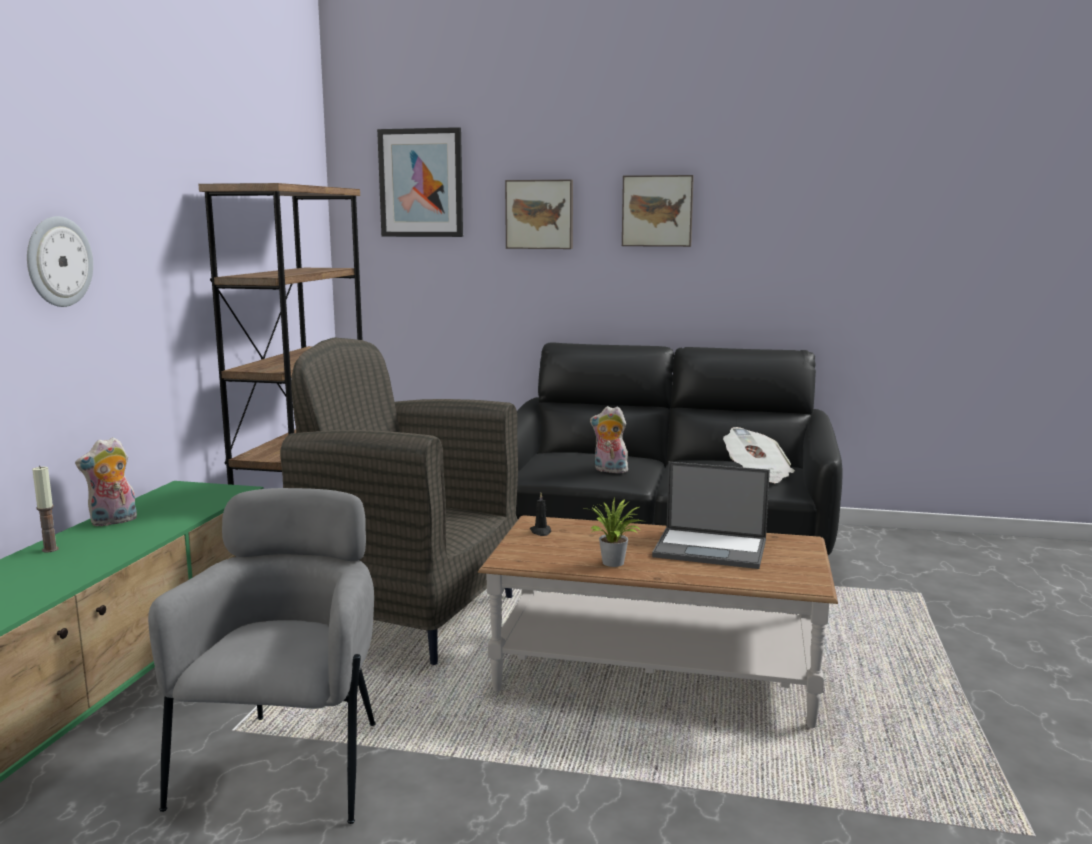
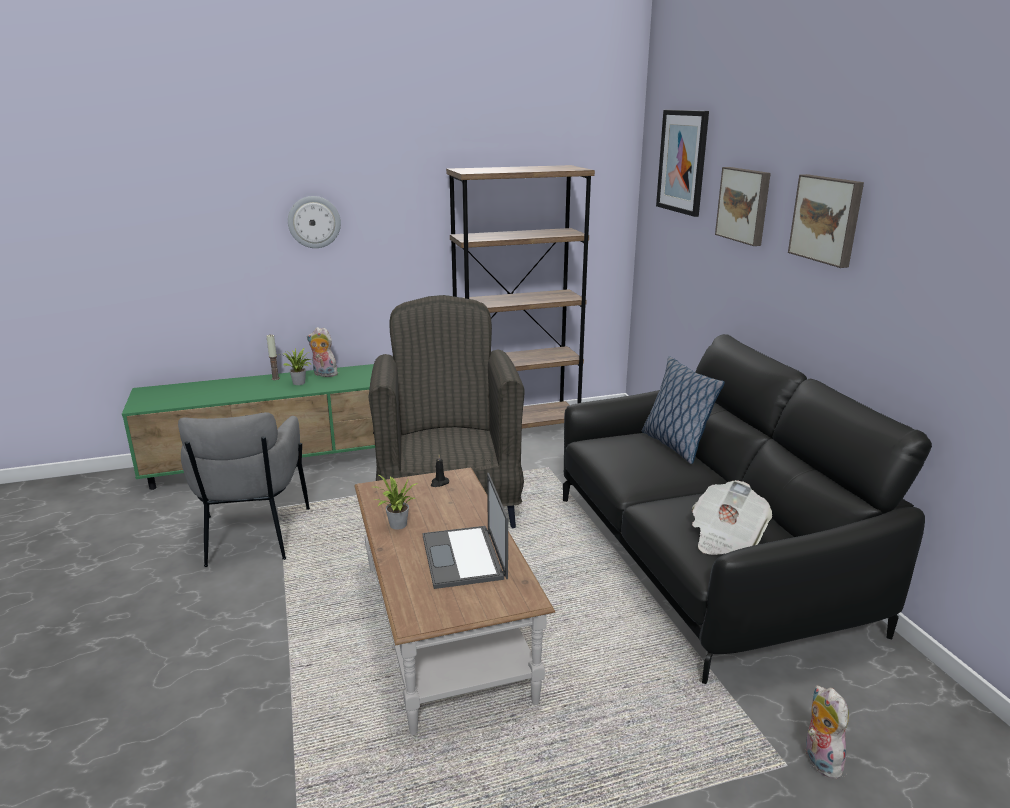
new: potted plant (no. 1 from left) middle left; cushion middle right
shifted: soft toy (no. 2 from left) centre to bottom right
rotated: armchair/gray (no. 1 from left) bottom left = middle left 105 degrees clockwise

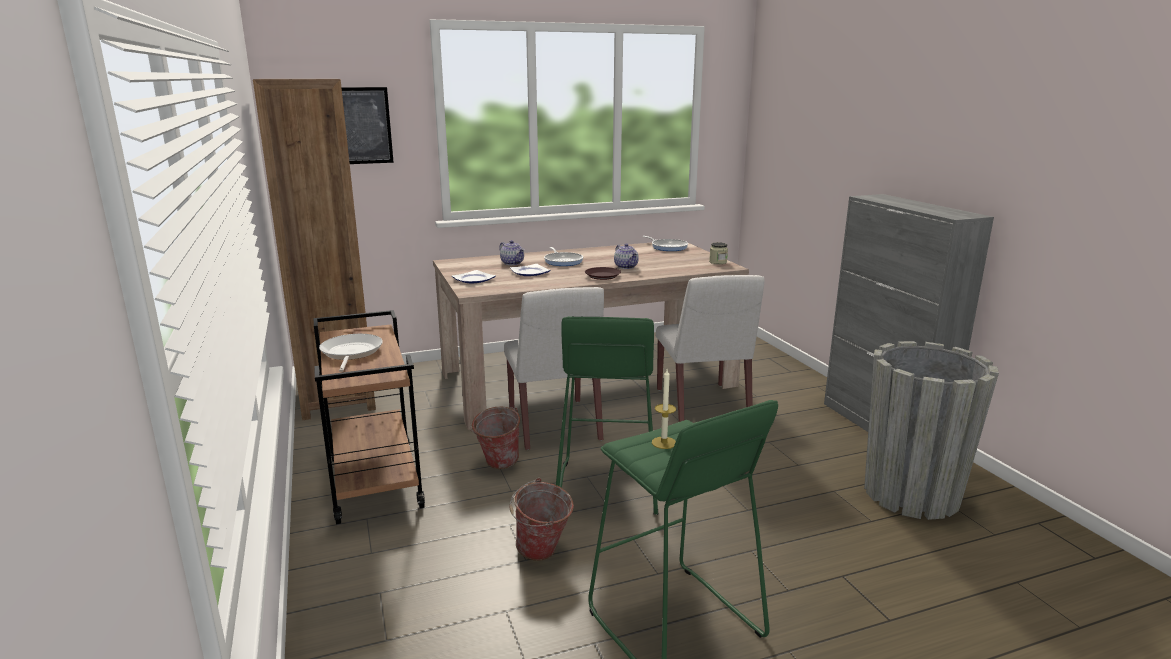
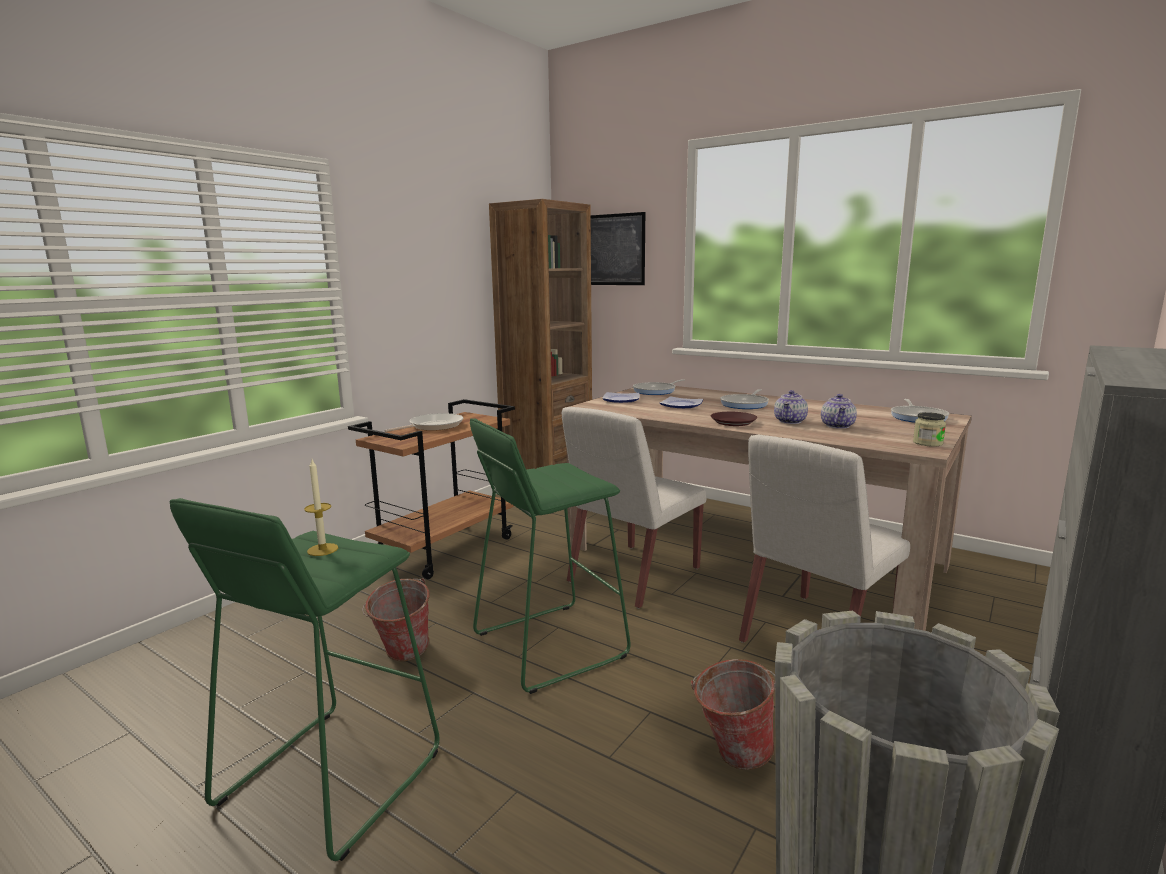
new: frying pan (no. 2 from left) centre
shifted: pot for tea (no. 1 from left in the first image) centre to pot for tea (no. 2 from left) middle right; pail (no. 1 from left in the first image) centre to pail (no. 2 from left) bottom centre

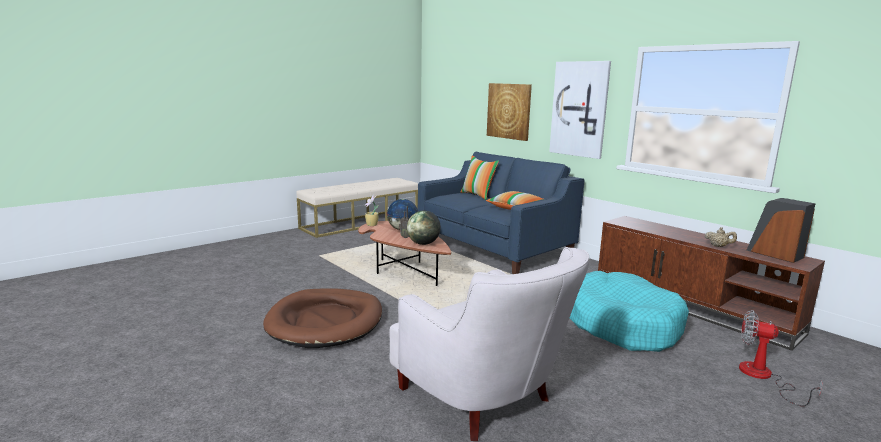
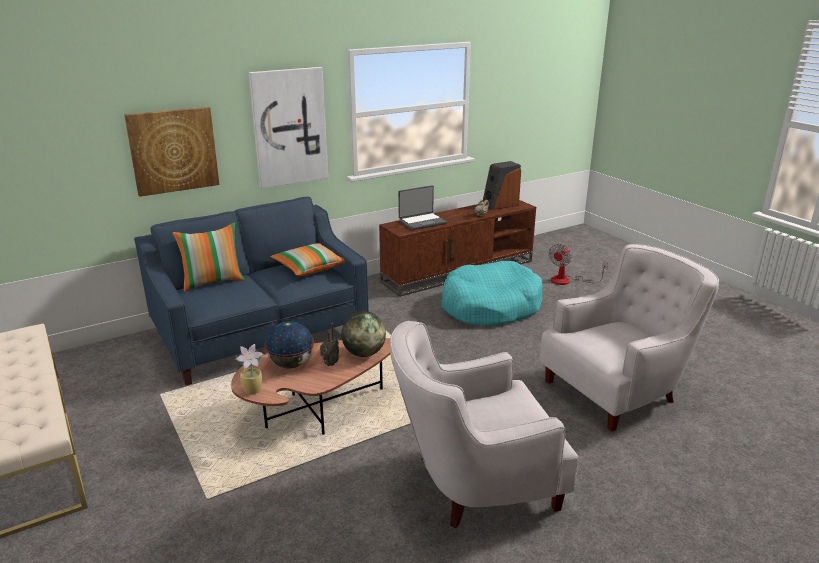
new: portable computer centre
swapped: dog cushion/brown bottom centre to armchair/whitish (no. 1 from left) bottom centre

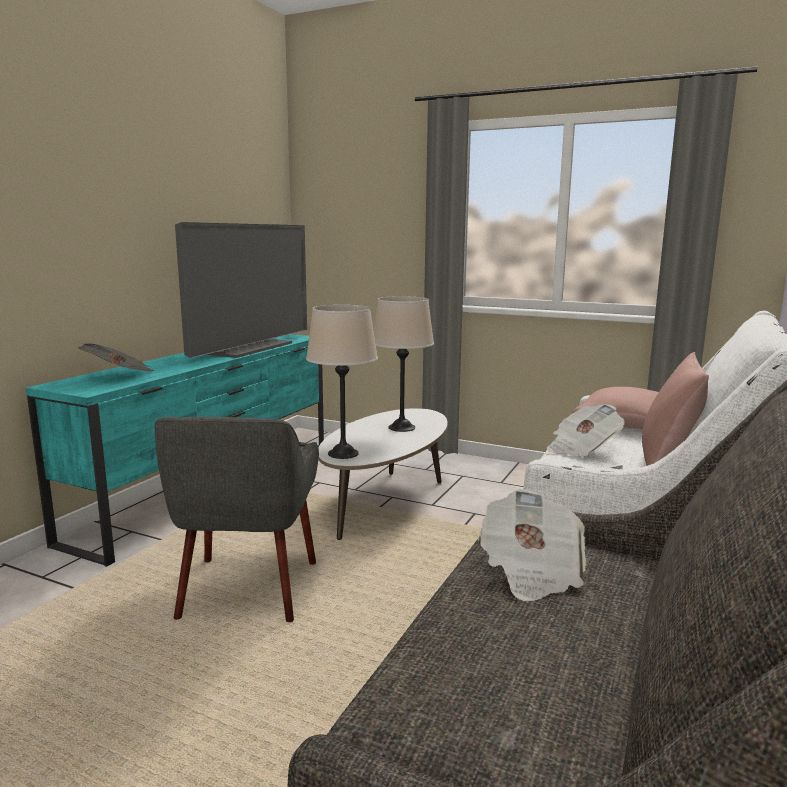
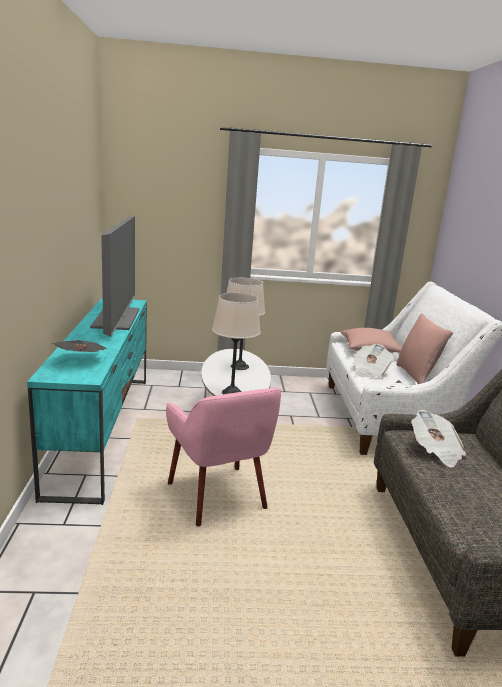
repainted: armchair/gray middle left to armchair/pink centre

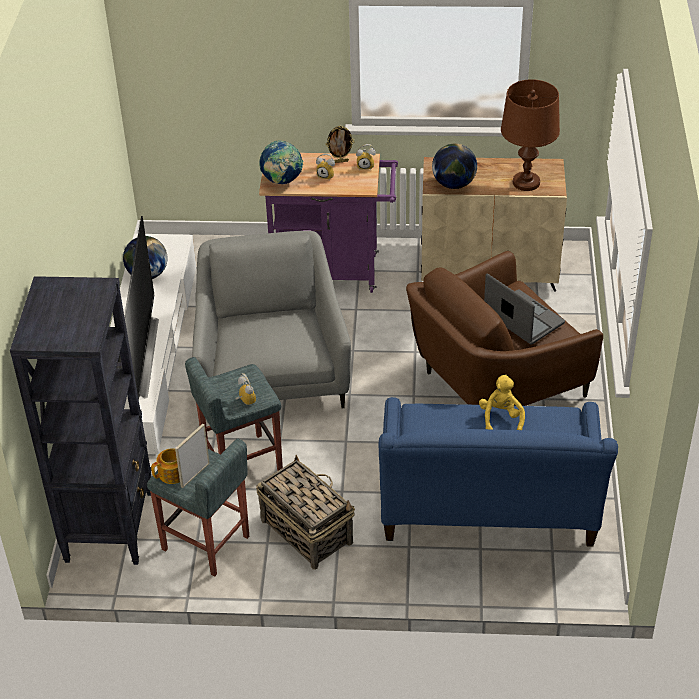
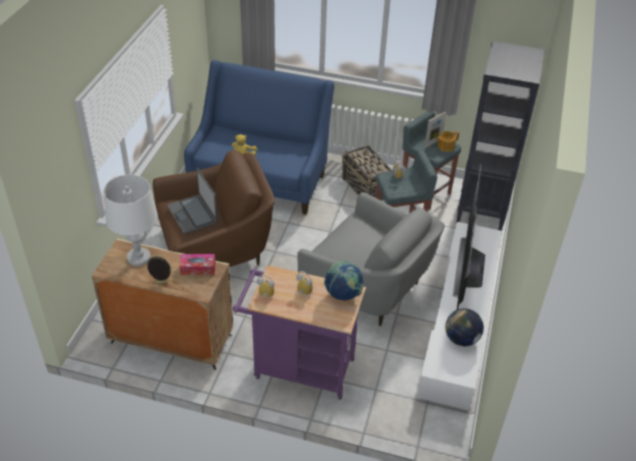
shifted: photo frame (no. 2 from left in the first image) top centre to photo frame (no. 1 from left) middle left
swapped: globe (no. 3 from left) top centre to tissue box middle left
repainted: table lamp/brown top right to table lamp/whitish middle left
rotated: armchair/gray centre = centre 60 degrees counterclockwise

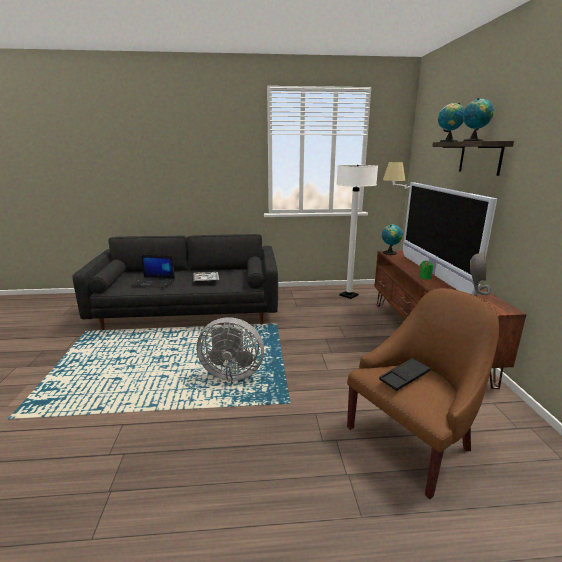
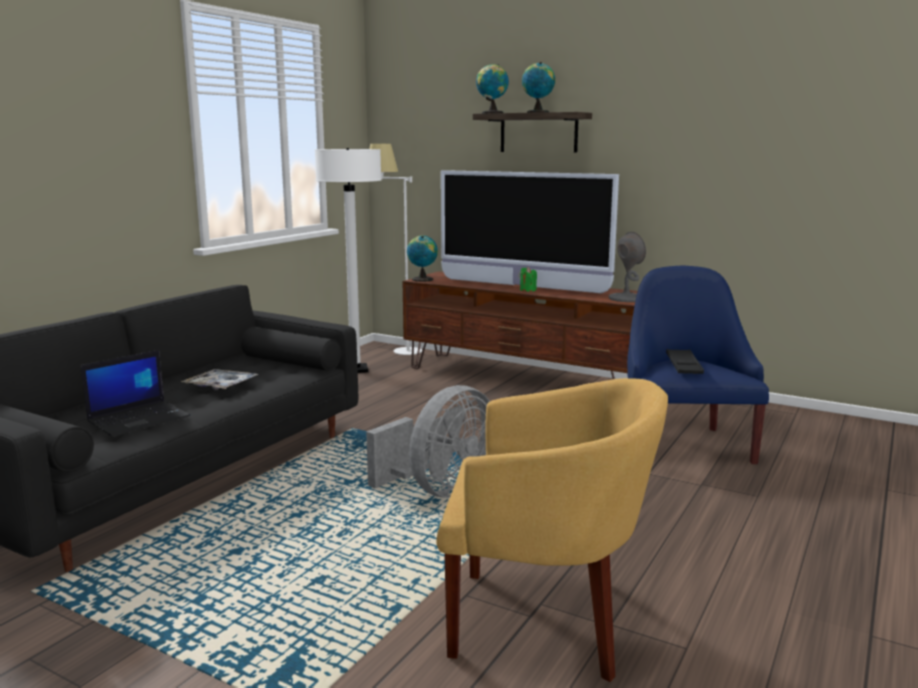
new: armchair/yellow bottom centre
repainted: armchair/brown bottom right to armchair/blue middle right

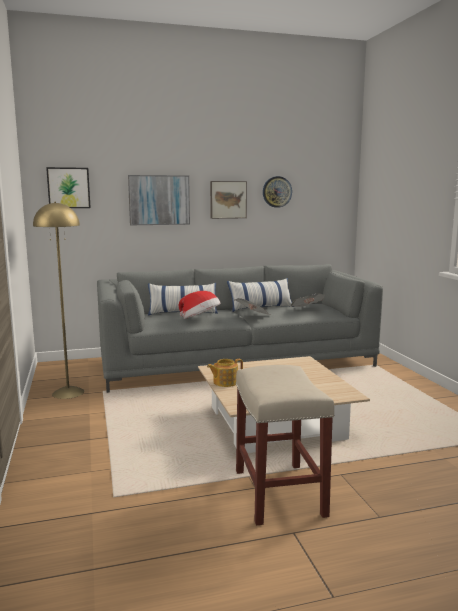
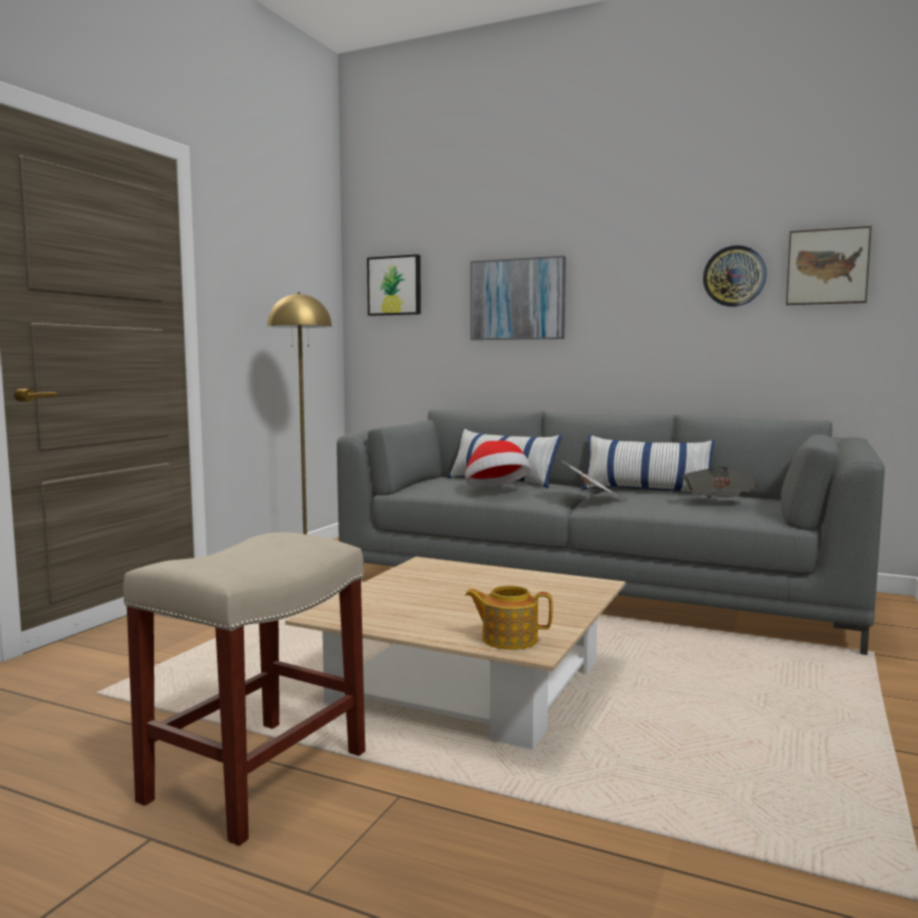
shifted: picture (no. 3 from left) top centre to top right; pot for tea centre to bottom centre

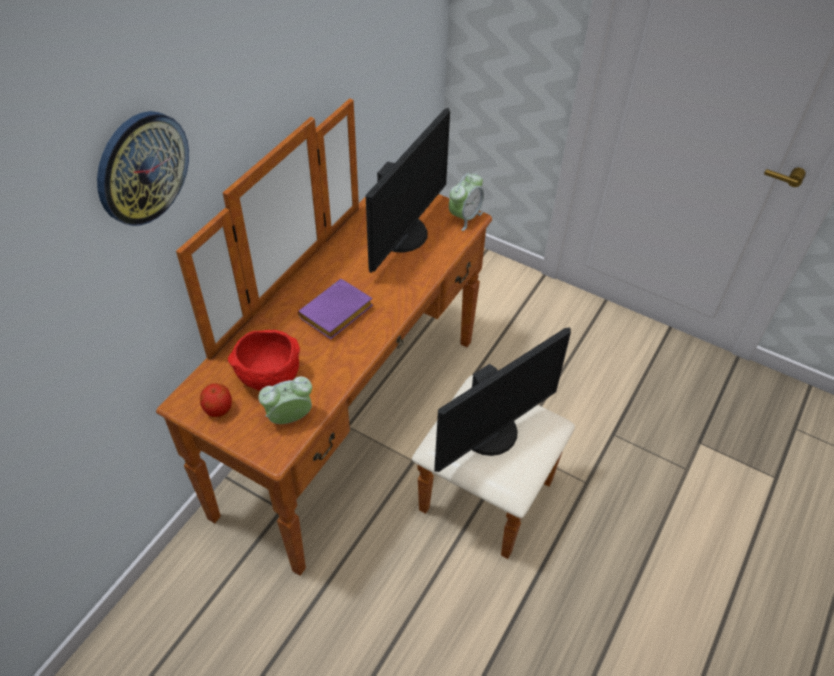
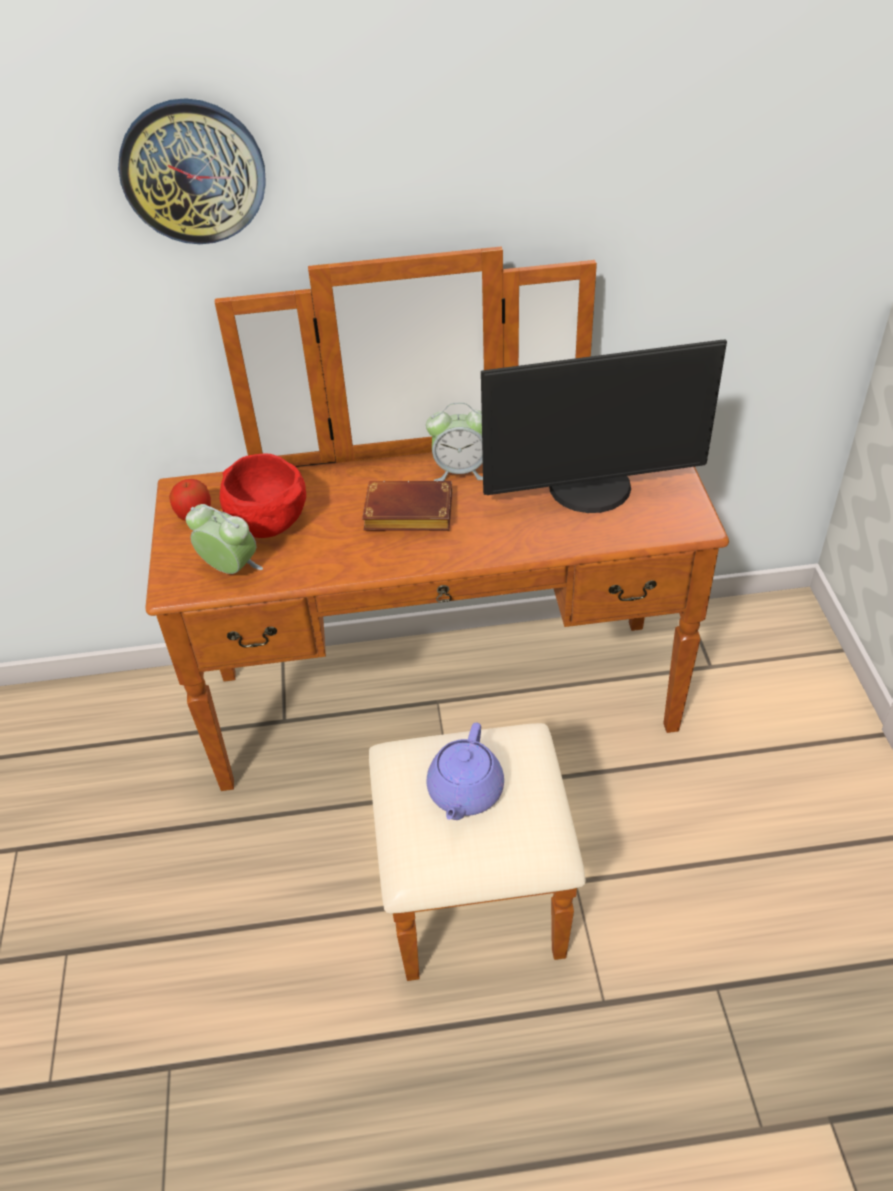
shifted: bedside clock (no. 2 from left) top centre to centre
swapped: monitor (no. 2 from left) centre to pot for tea/purple-coloured centre
repainted: bound book/purple-coloured centre to bound book/brown centre

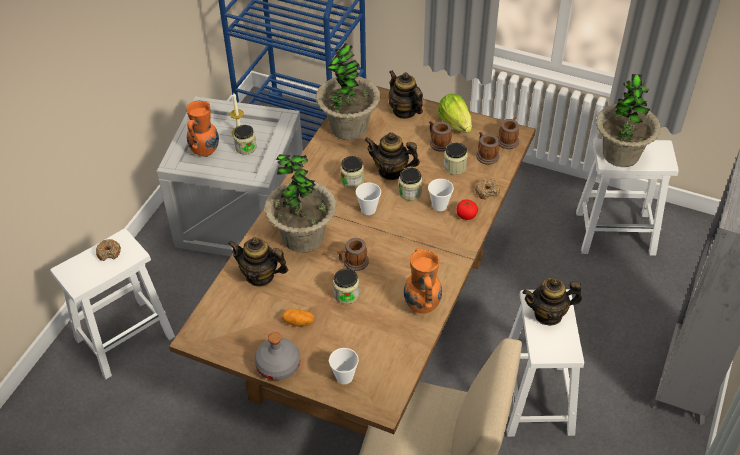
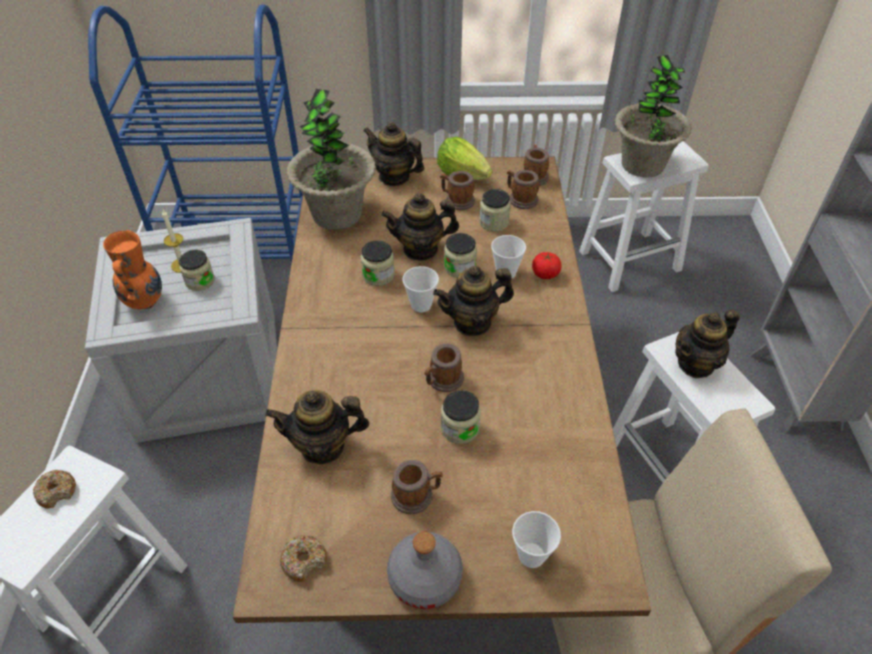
gone: potted plant (no. 1 from left) centre; flower vase/orange-coloured (no. 2 from left) centre
new: pot for tea (no. 4 from left) centre
shifted: doughnut (no. 2 from left) centre to bottom centre
swapped: potato bottom centre to coffee mug (no. 1 from left) bottom centre

